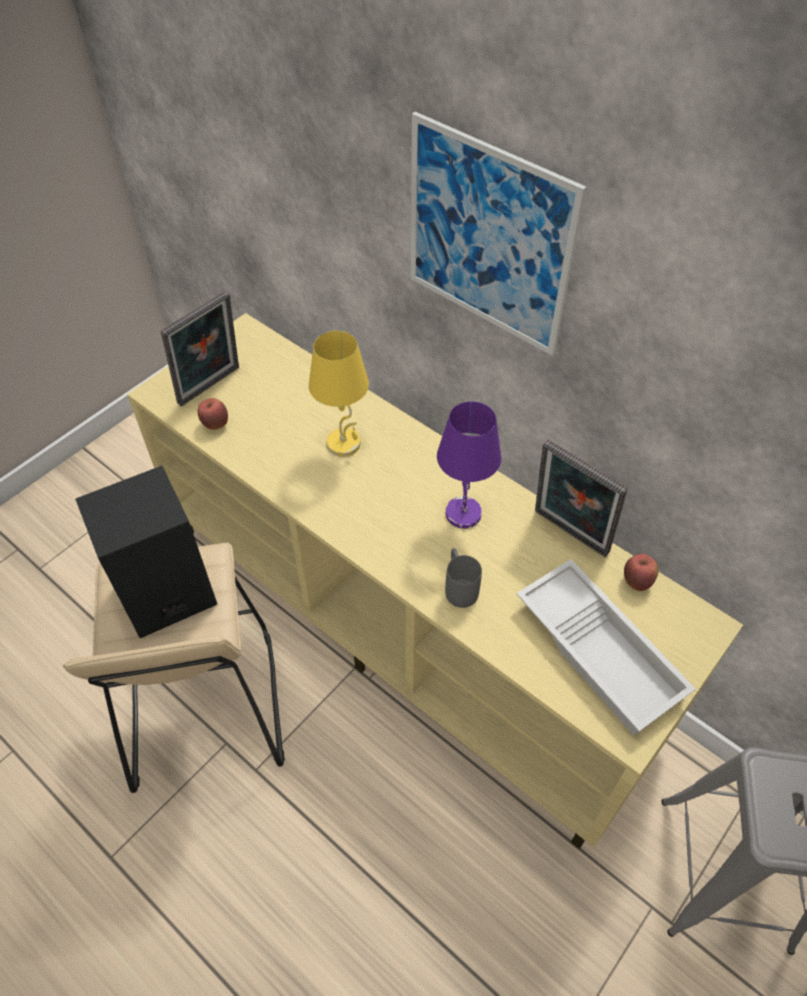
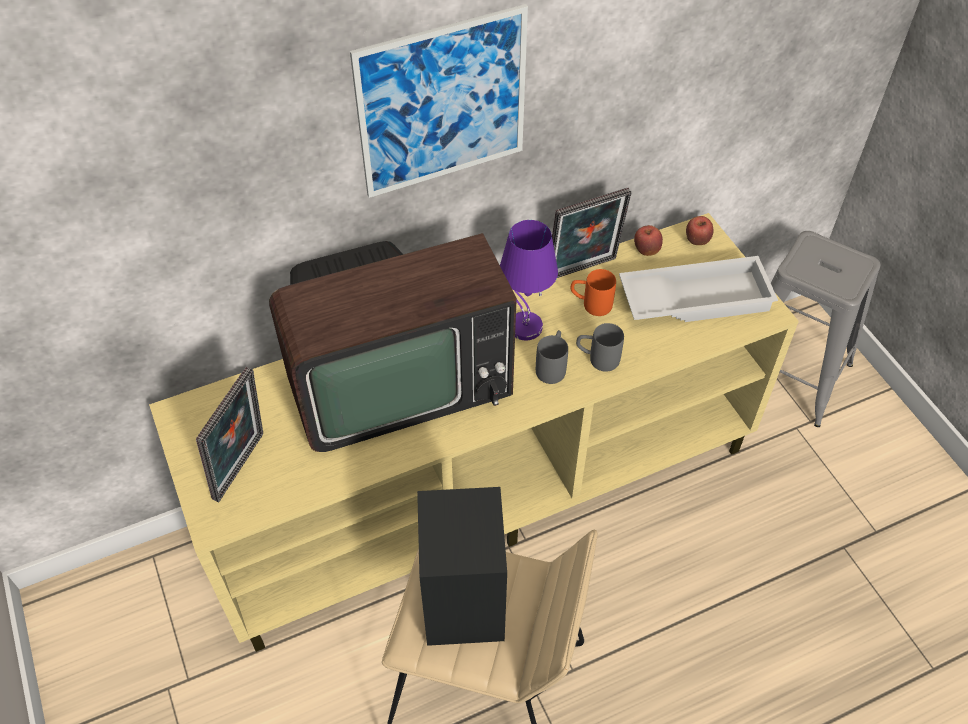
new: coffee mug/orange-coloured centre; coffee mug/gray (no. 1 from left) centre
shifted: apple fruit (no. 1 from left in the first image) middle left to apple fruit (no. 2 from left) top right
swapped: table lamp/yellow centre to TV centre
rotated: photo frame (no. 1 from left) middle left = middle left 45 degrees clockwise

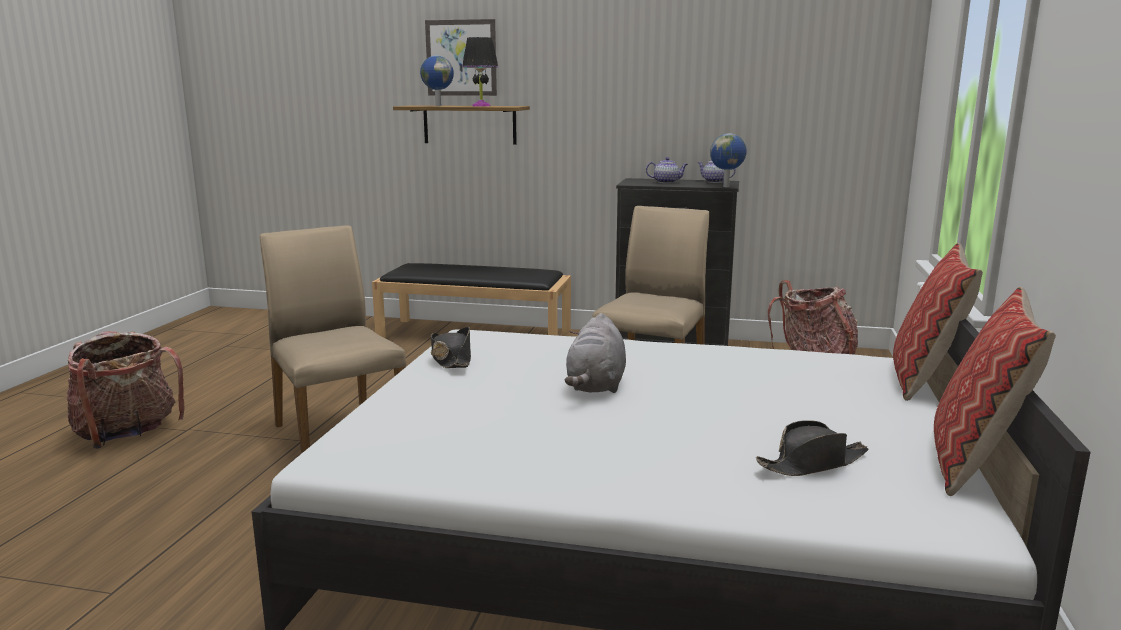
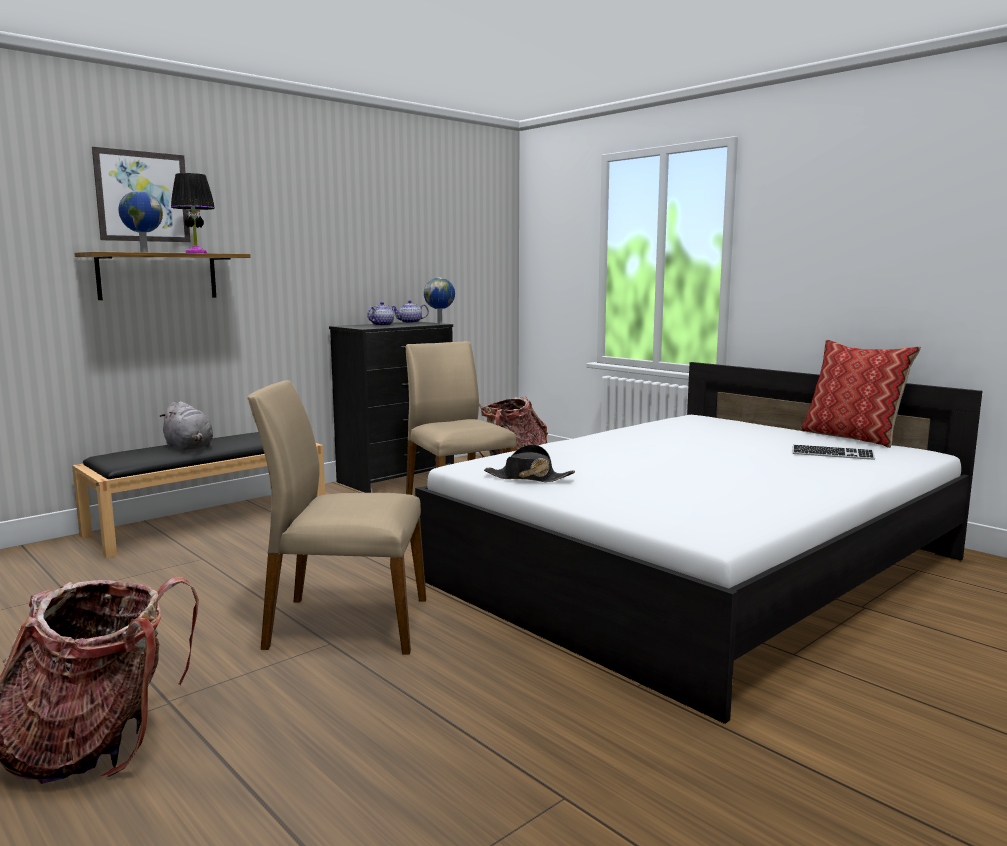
gone: cushion (no. 1 from left) middle right
shifted: soft toy/gray centre to middle left
swapped: clothing hat/blackish (no. 2 from left) bottom right to keyboard middle right

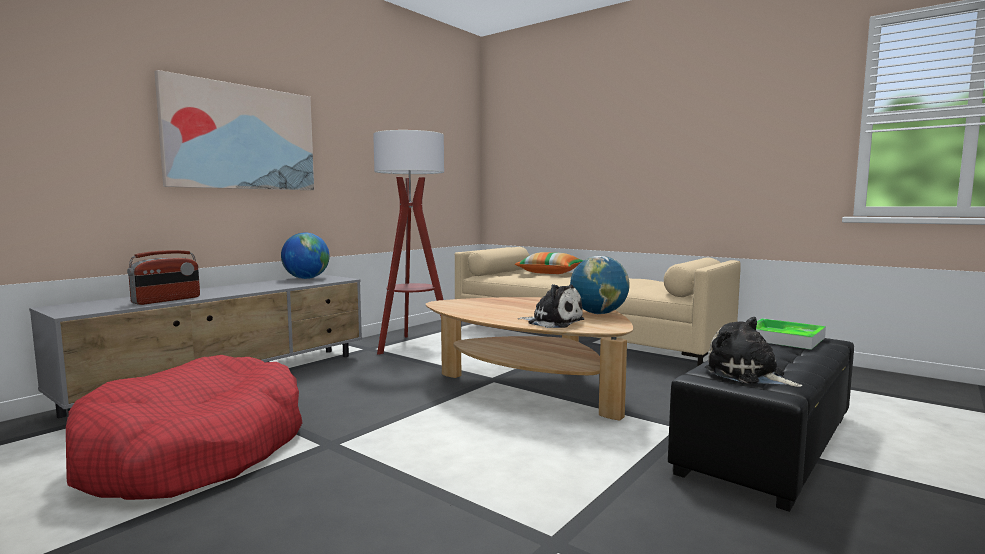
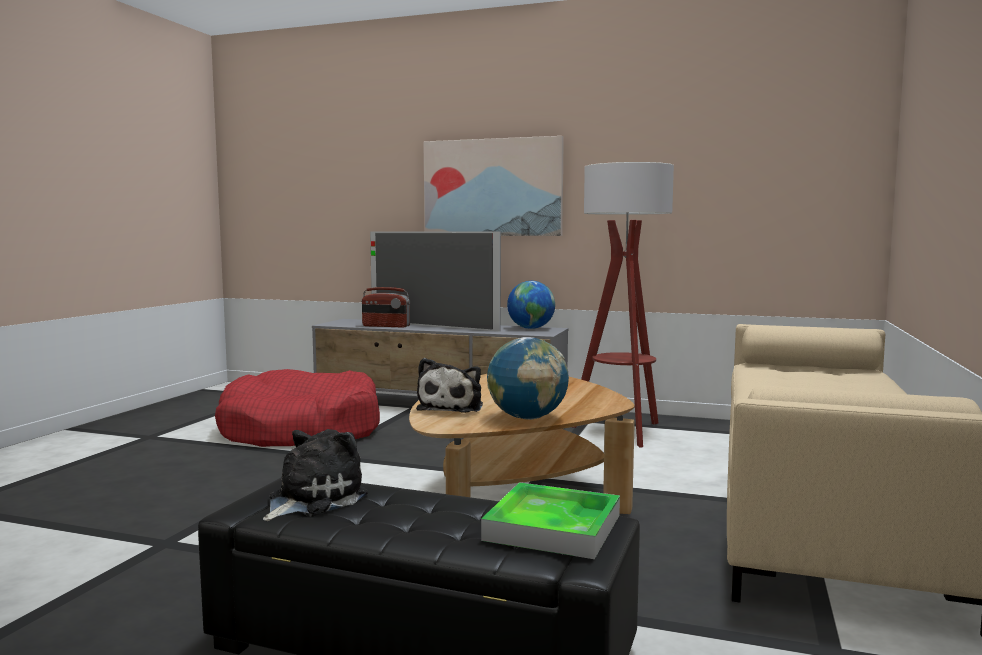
gone: cushion centre
new: TV centre

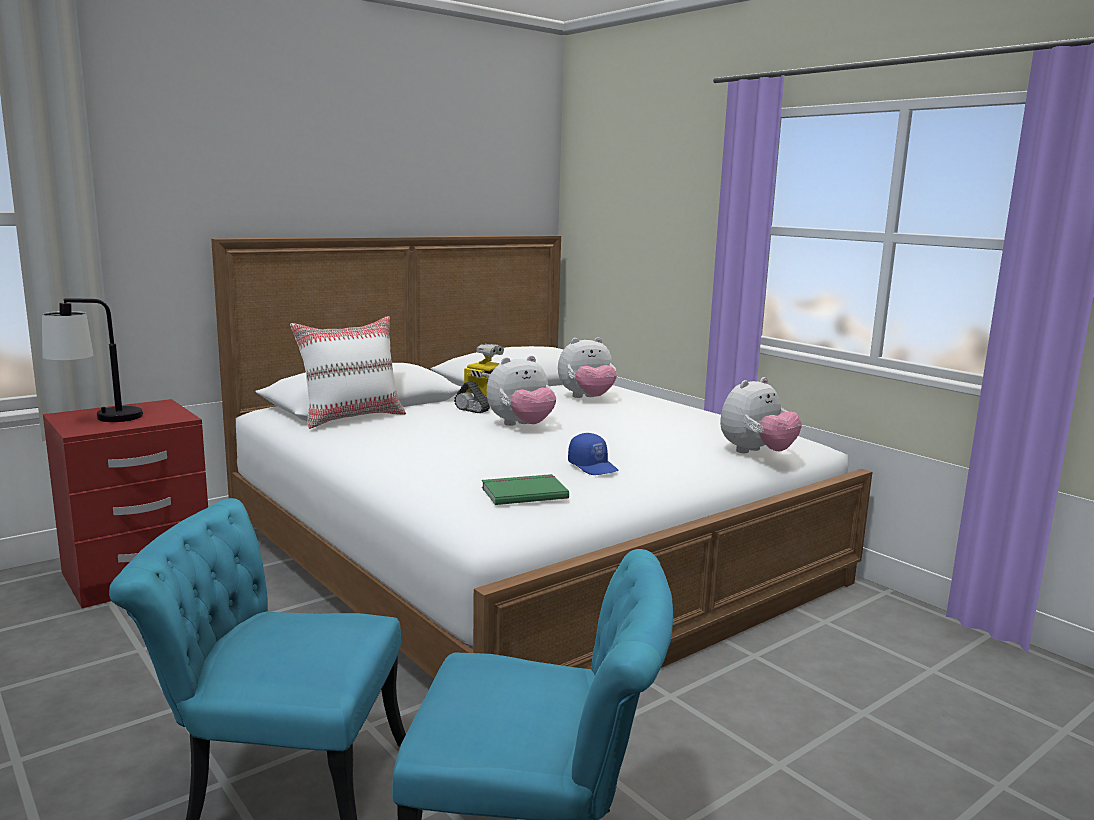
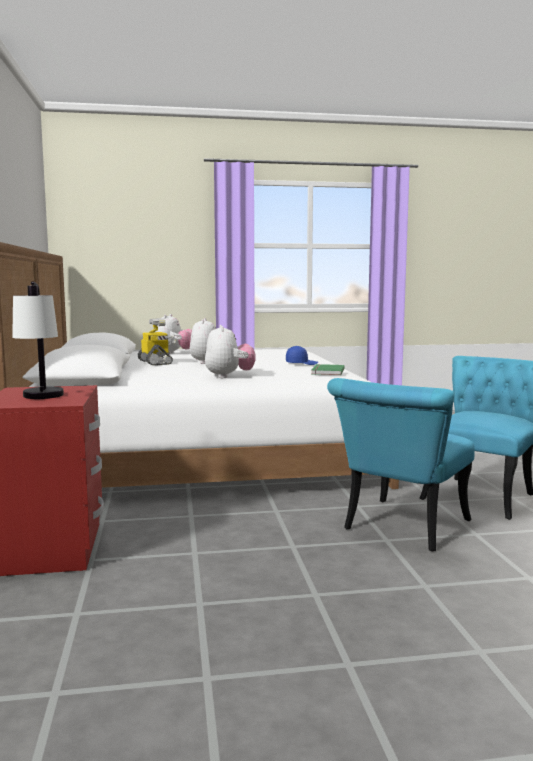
gone: cushion/whitish middle left
shifted: soft toy (no. 3 from left) middle right to centre

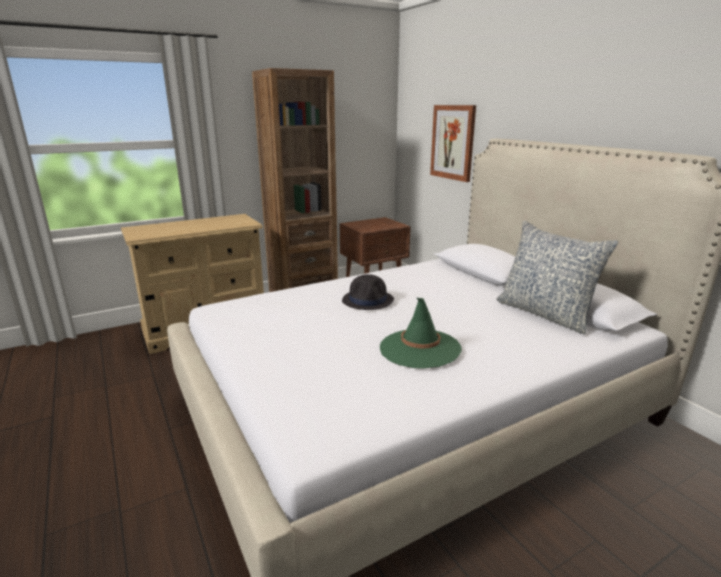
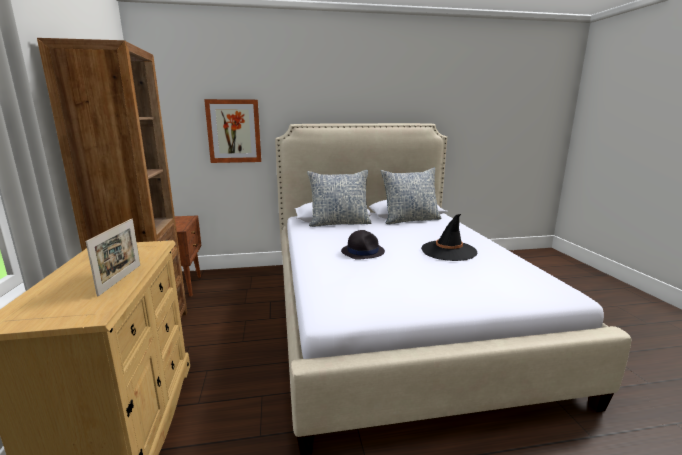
new: cushion (no. 1 from left) centre; photo frame middle left
repainted: clothing hat/greenish centre to clothing hat/blackish (no. 2 from left) centre

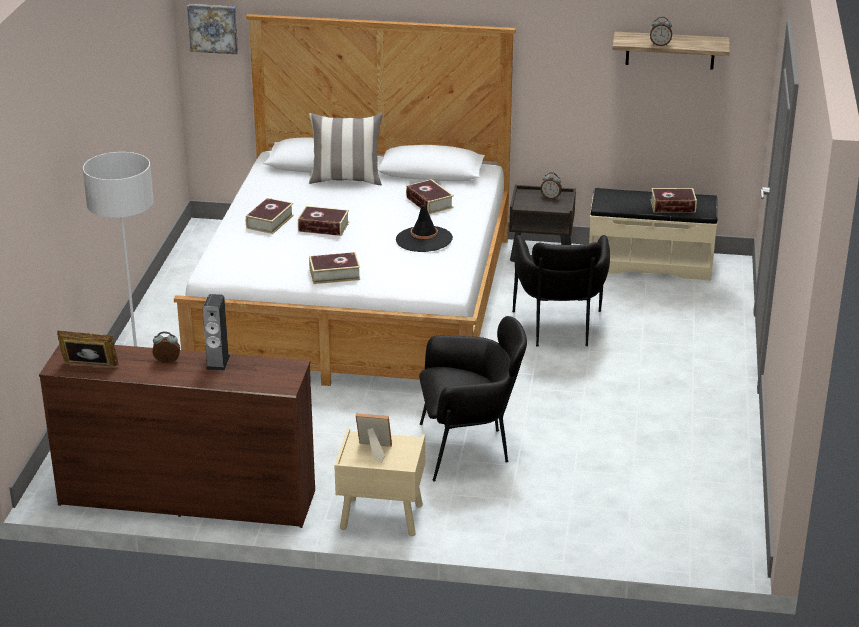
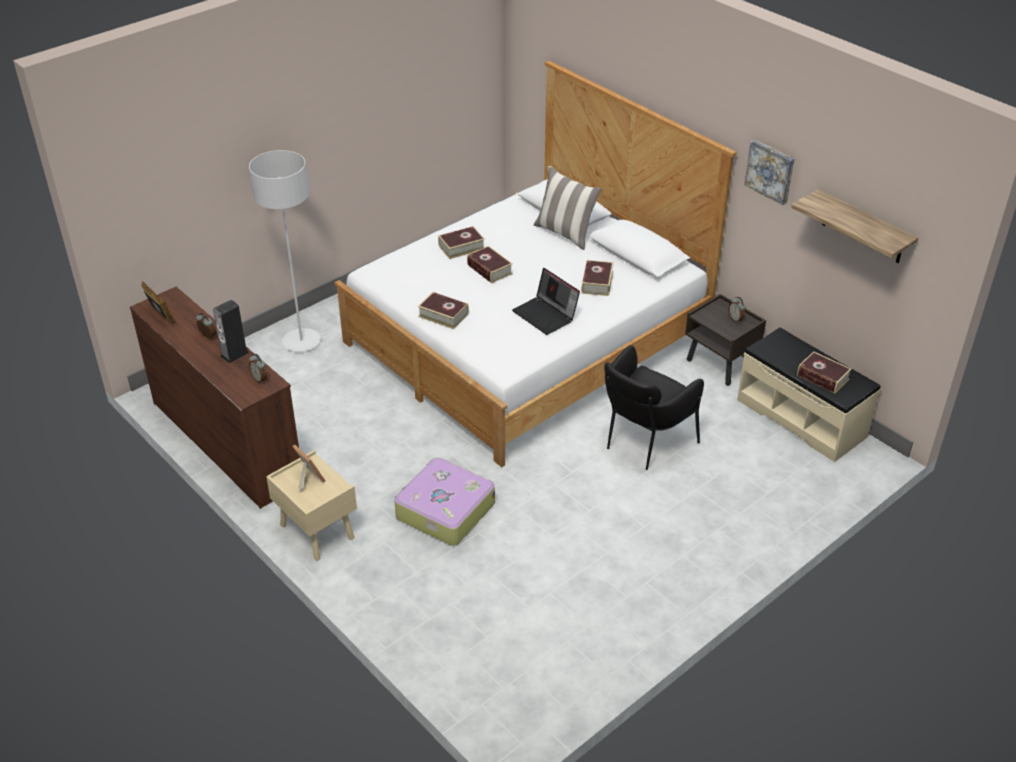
shifted: picture top left to top right; bedside clock (no. 3 from left in the first image) top right to bedside clock (no. 2 from left) middle left
swapped: clothing hat/blackish centre to portable computer centre; armchair/blackish (no. 1 from left) centre to travel case centre

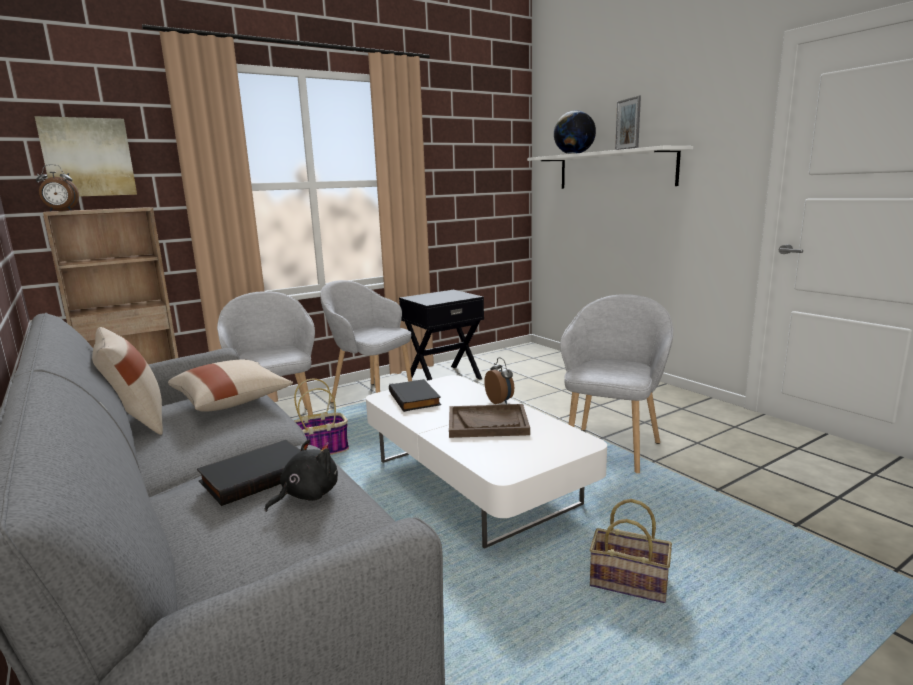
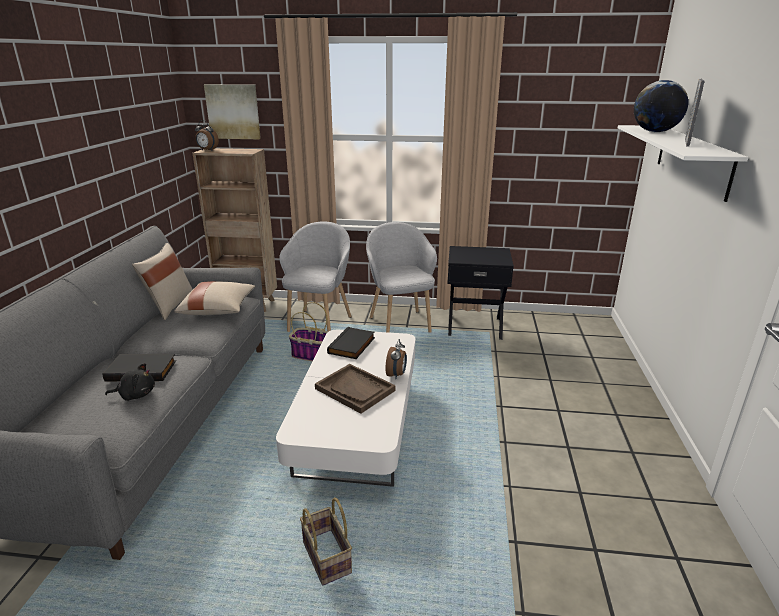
gone: armchair/gray (no. 3 from left) middle right

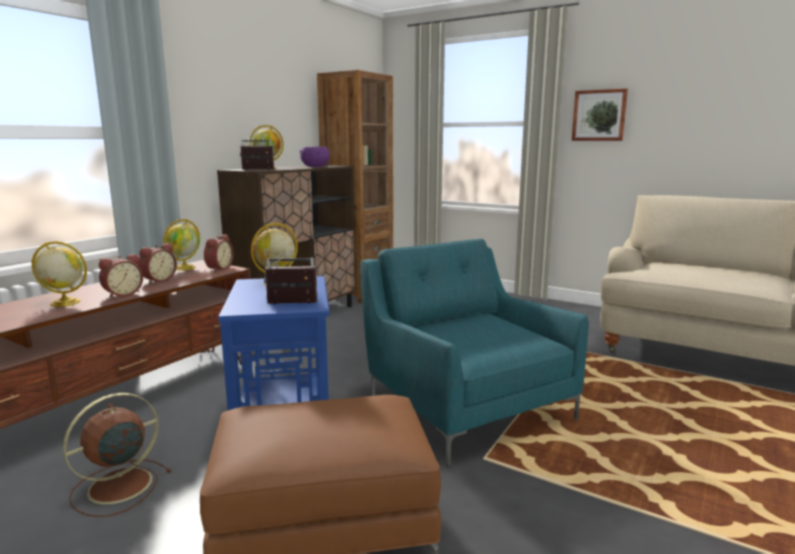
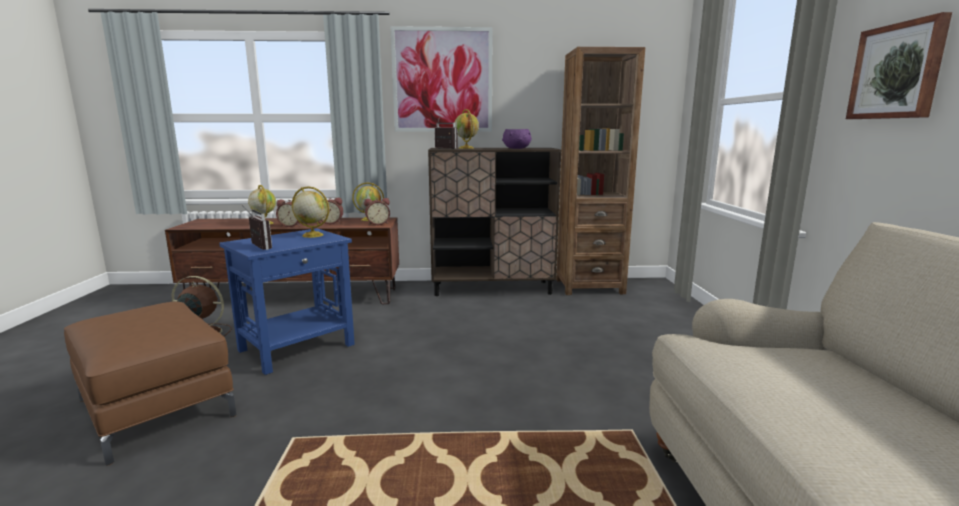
gone: armchair/turquoise-coloured centre
new: picture (no. 1 from left) top centre

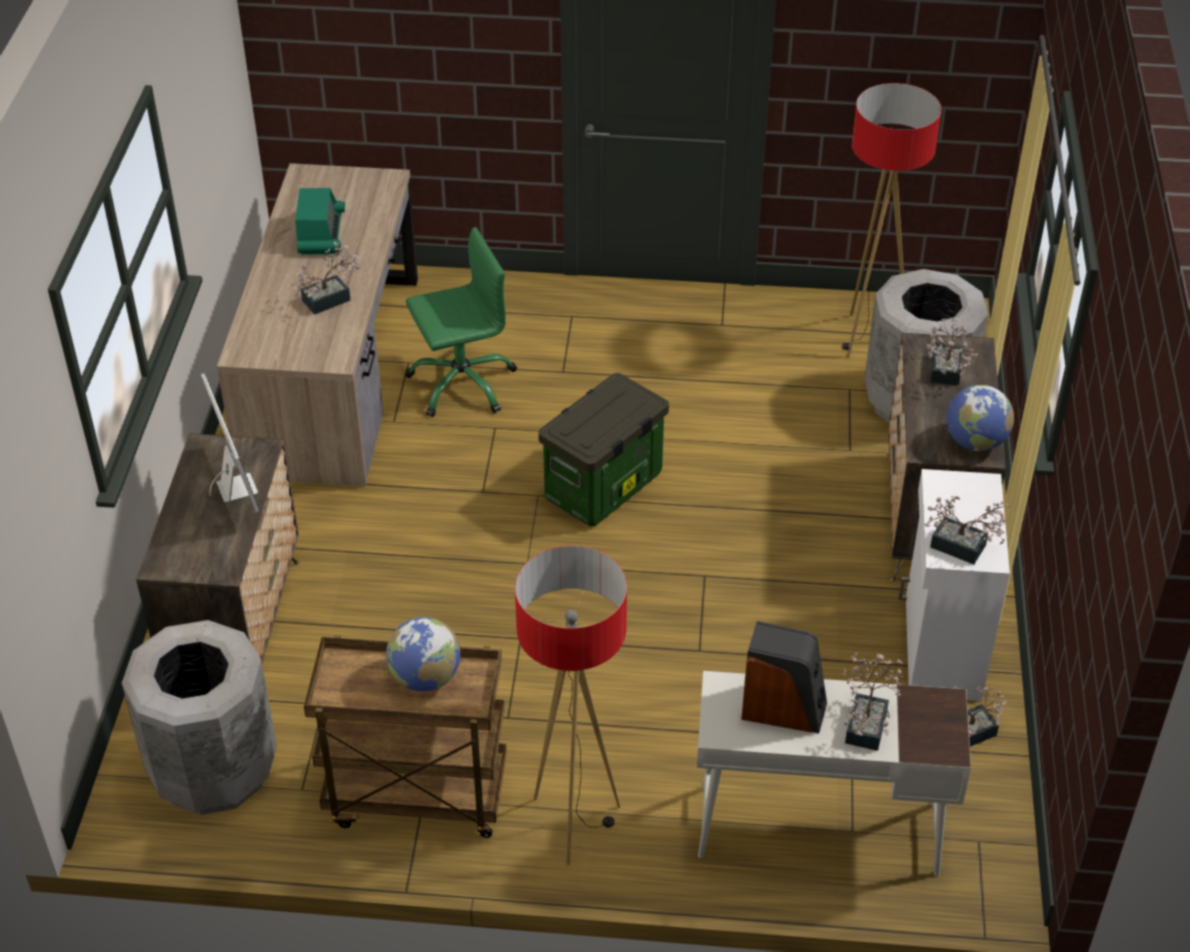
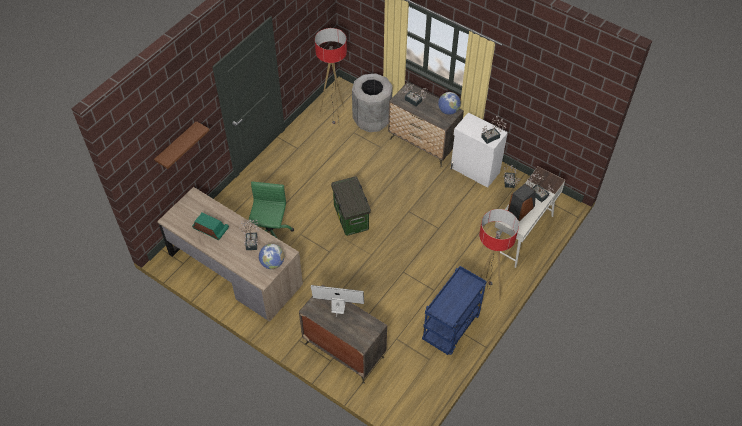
gone: rubbish bin/gray (no. 1 from left) bottom left
new: bracket shelf/brown middle left
shifted: globe (no. 1 from left) bottom centre to centre
repainted: trolley/brown bottom centre to trolley/blue bottom centre

